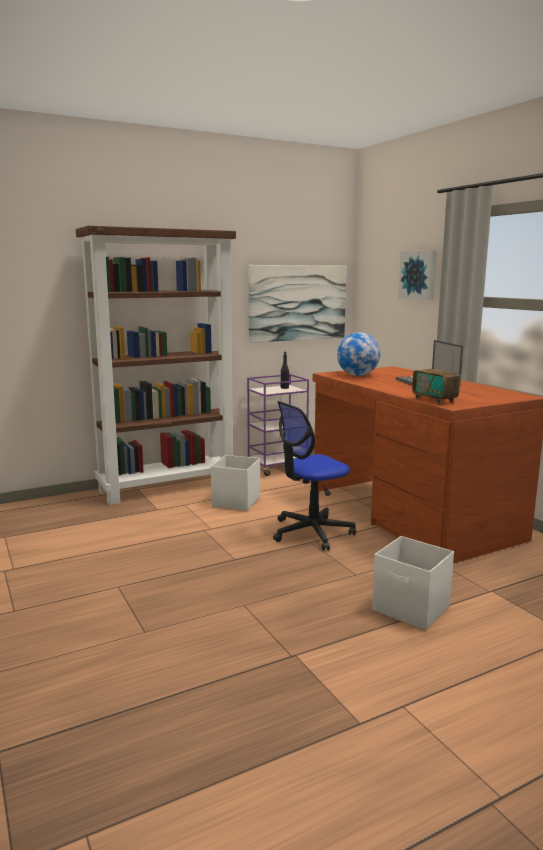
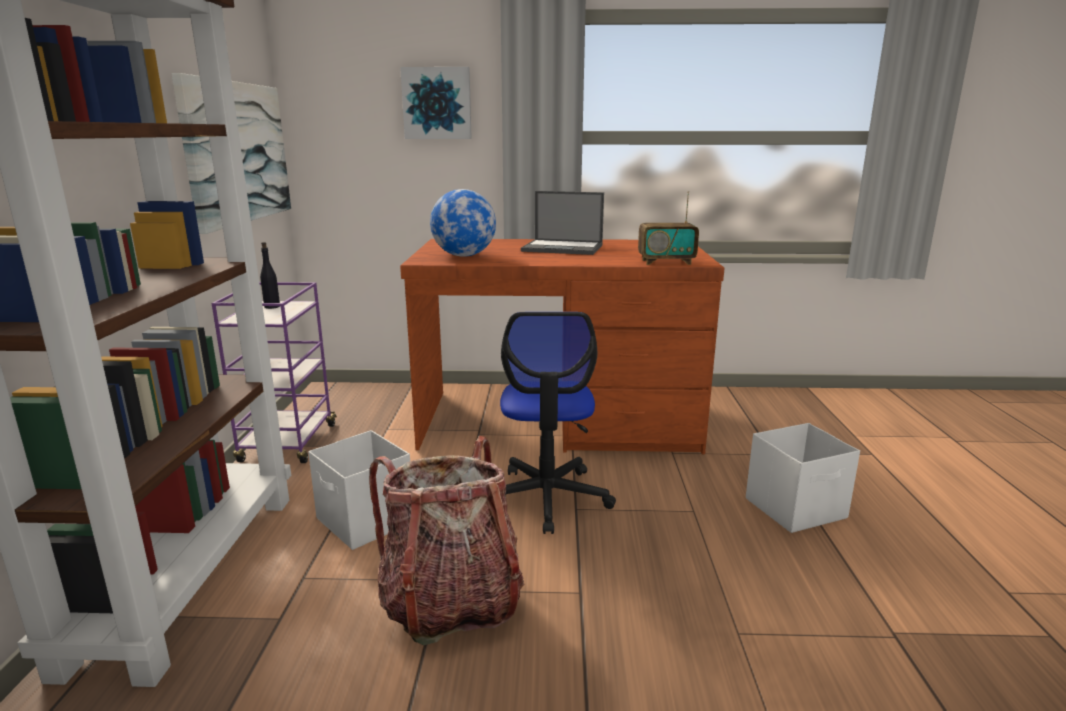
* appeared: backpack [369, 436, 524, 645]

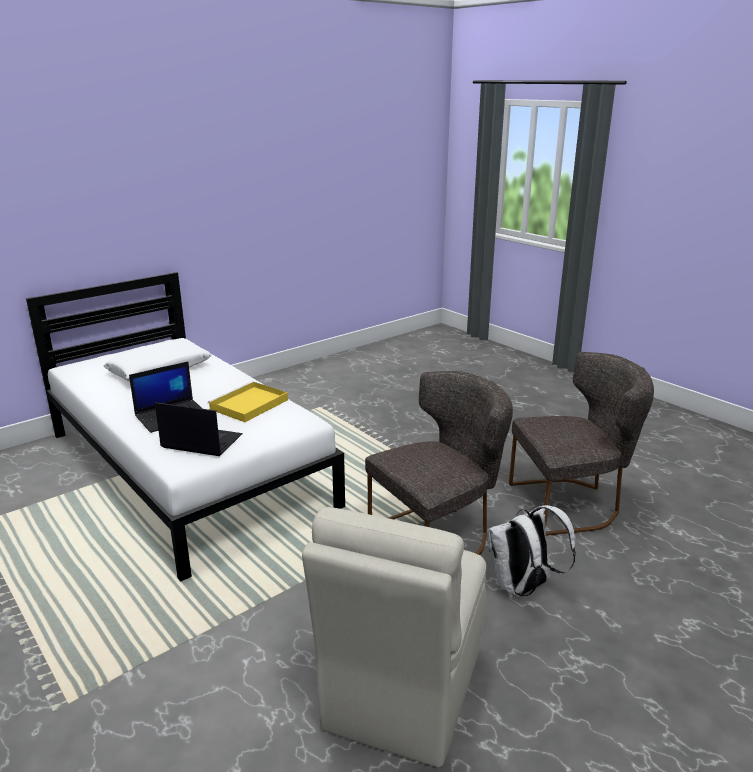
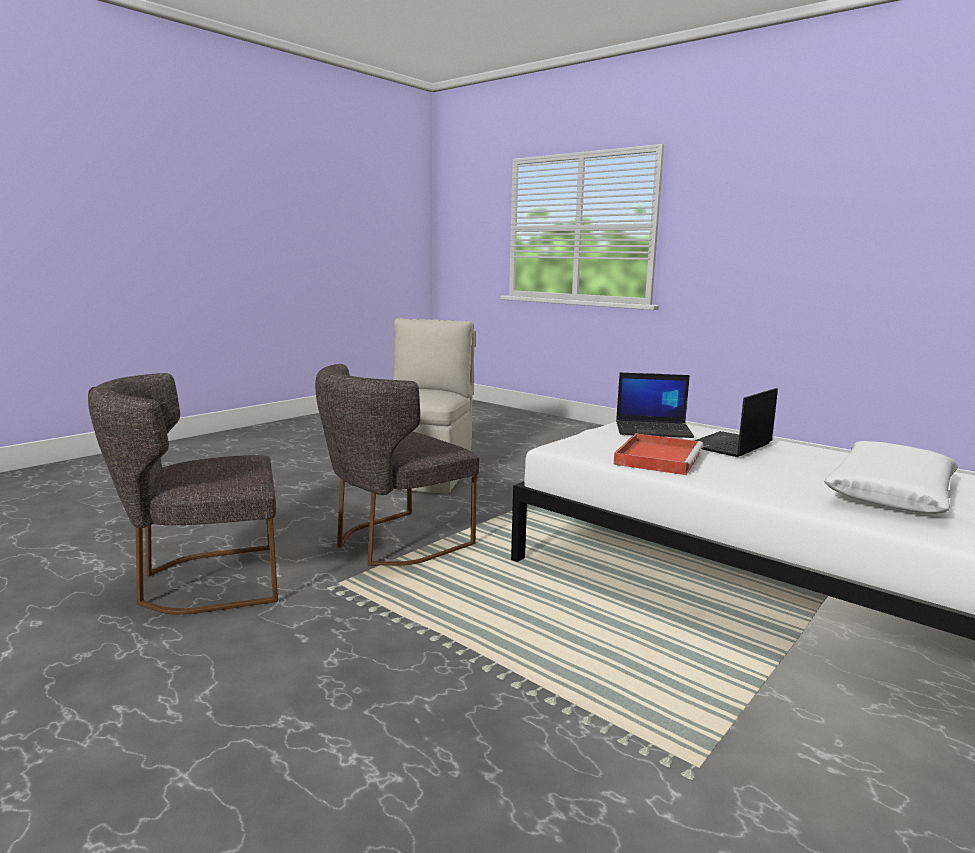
* colour: tray (yellow) [208, 381, 288, 422] to tray (red) [614, 433, 704, 475]
* missing: backpack (white) [487, 505, 576, 597]

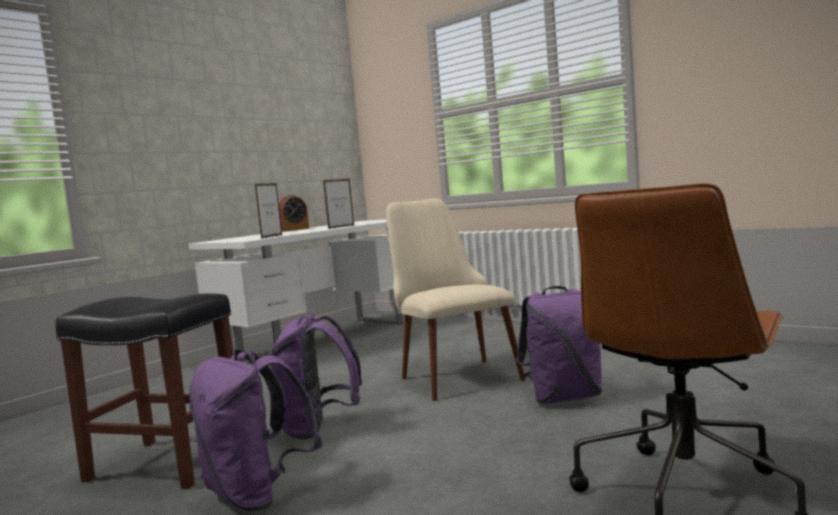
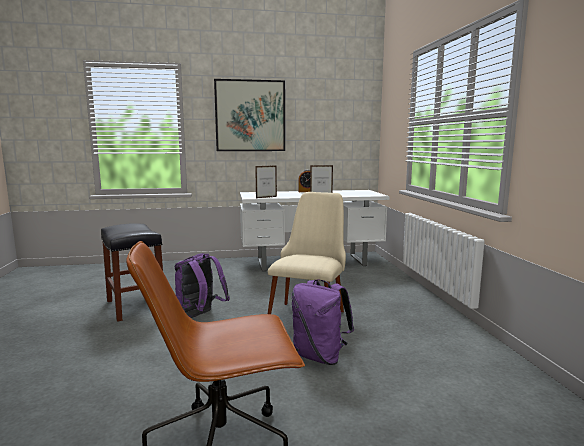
* missing: backpack (purple) [189, 349, 322, 511]
* appeared: picture [214, 79, 285, 151]

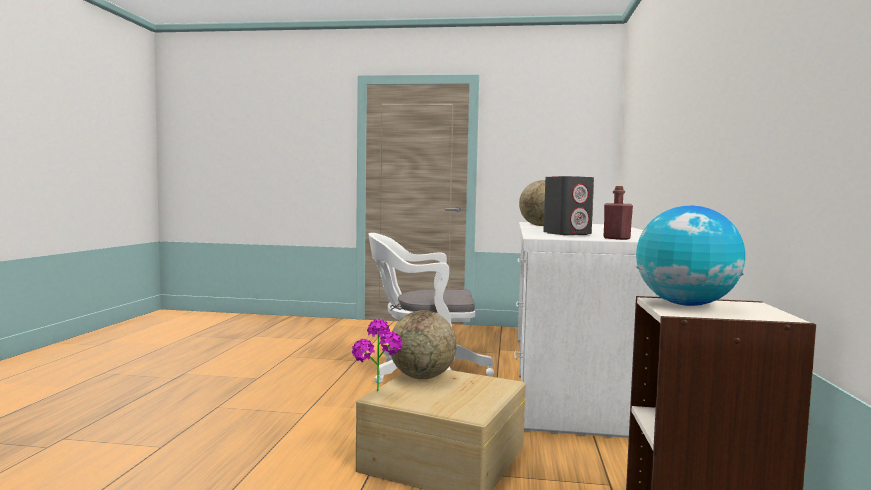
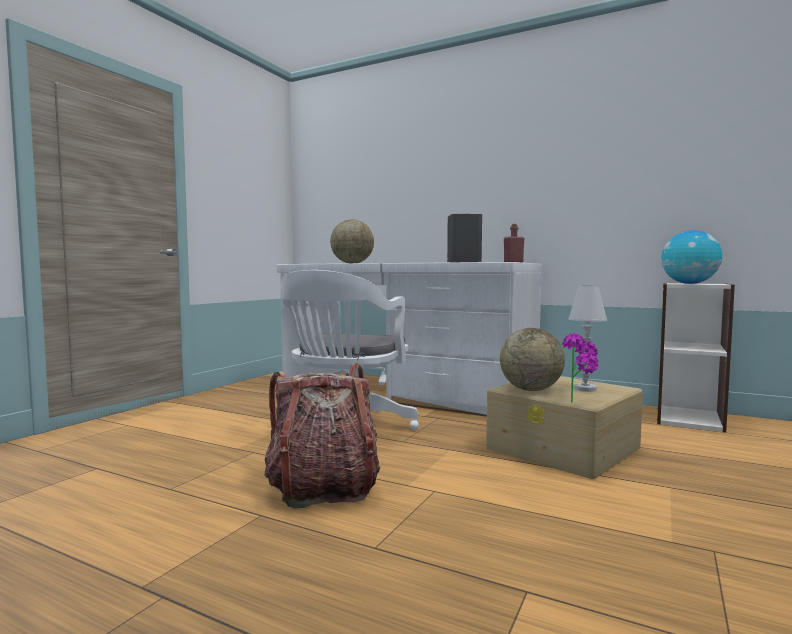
* appeared: table lamp (white) [568, 286, 607, 392]
* appeared: backpack [265, 363, 380, 509]

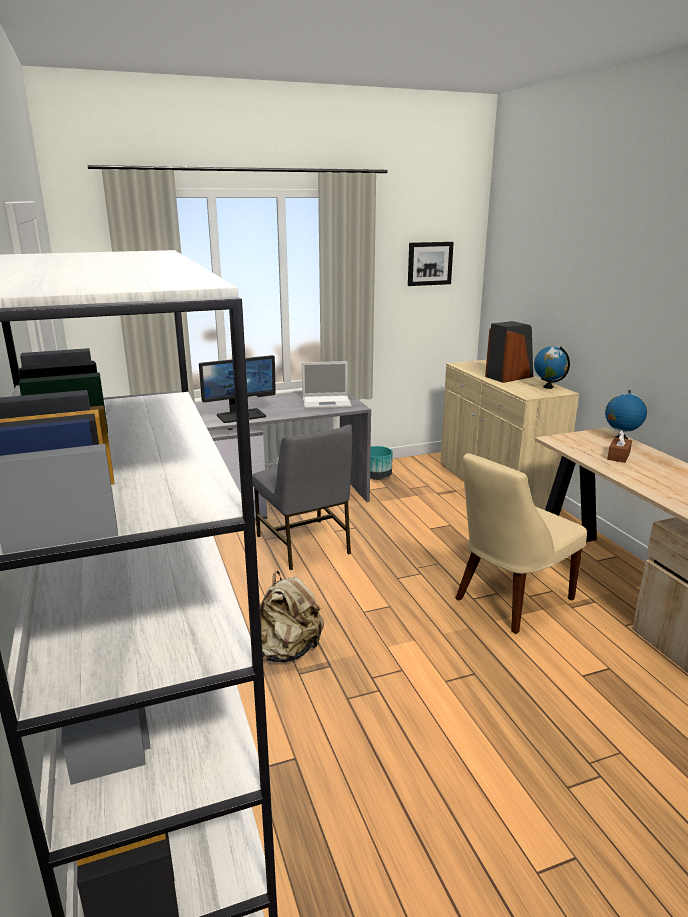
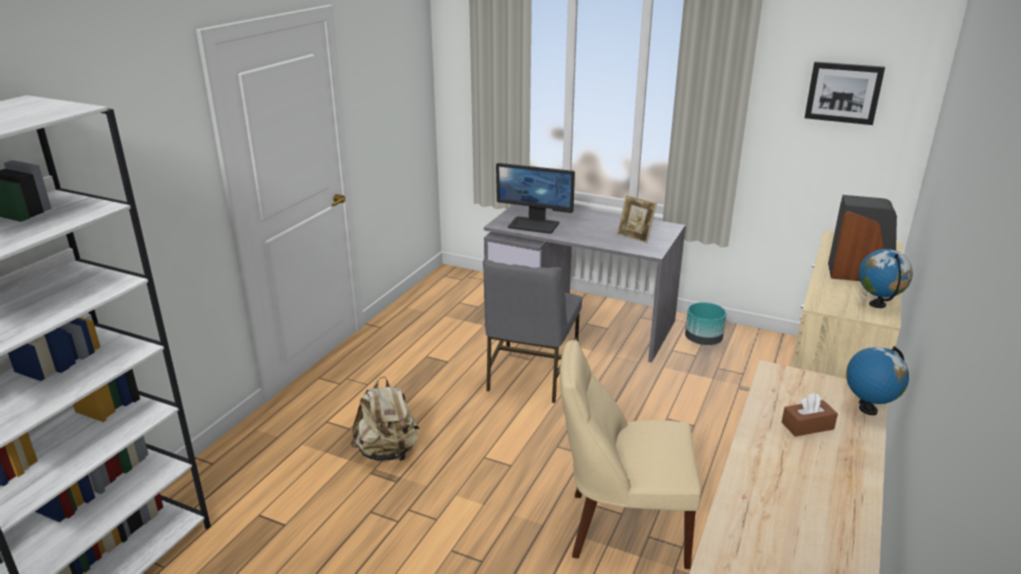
* exchanged: laptop [302, 361, 352, 409] to picture frame [617, 195, 657, 243]

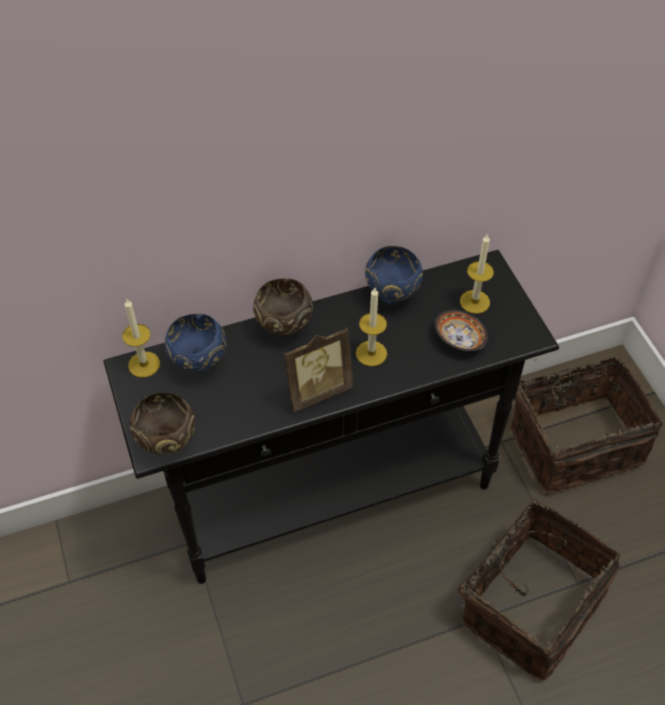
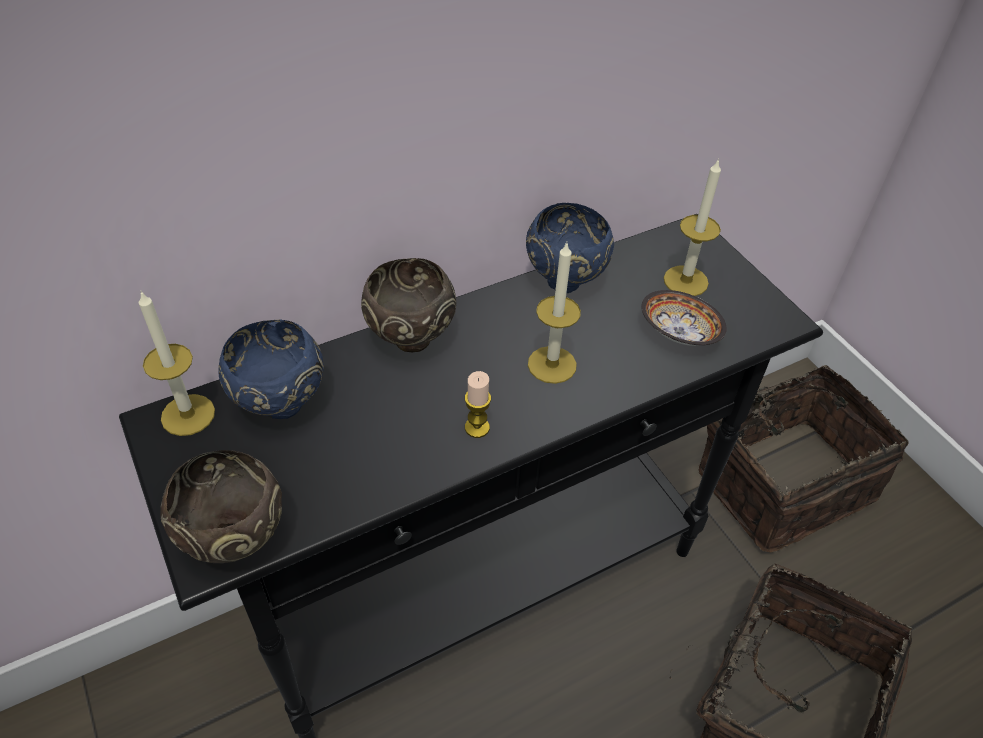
* exchanged: picture frame [283, 327, 353, 413] to candle [465, 371, 491, 438]

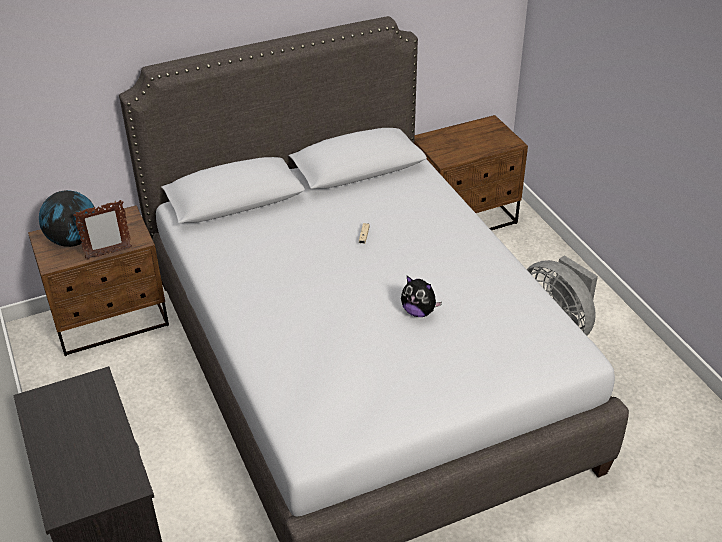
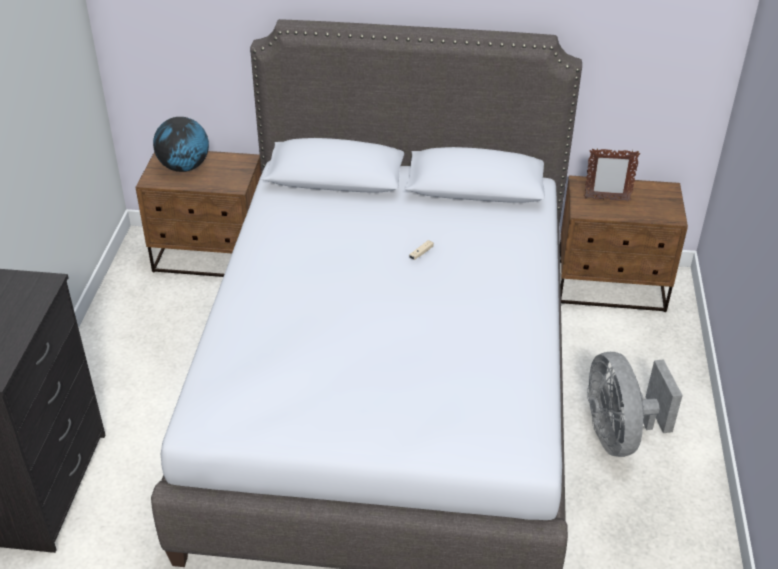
* relocated: picture frame [73, 200, 132, 259] to [584, 149, 640, 201]
* missing: plush toy [401, 276, 442, 317]

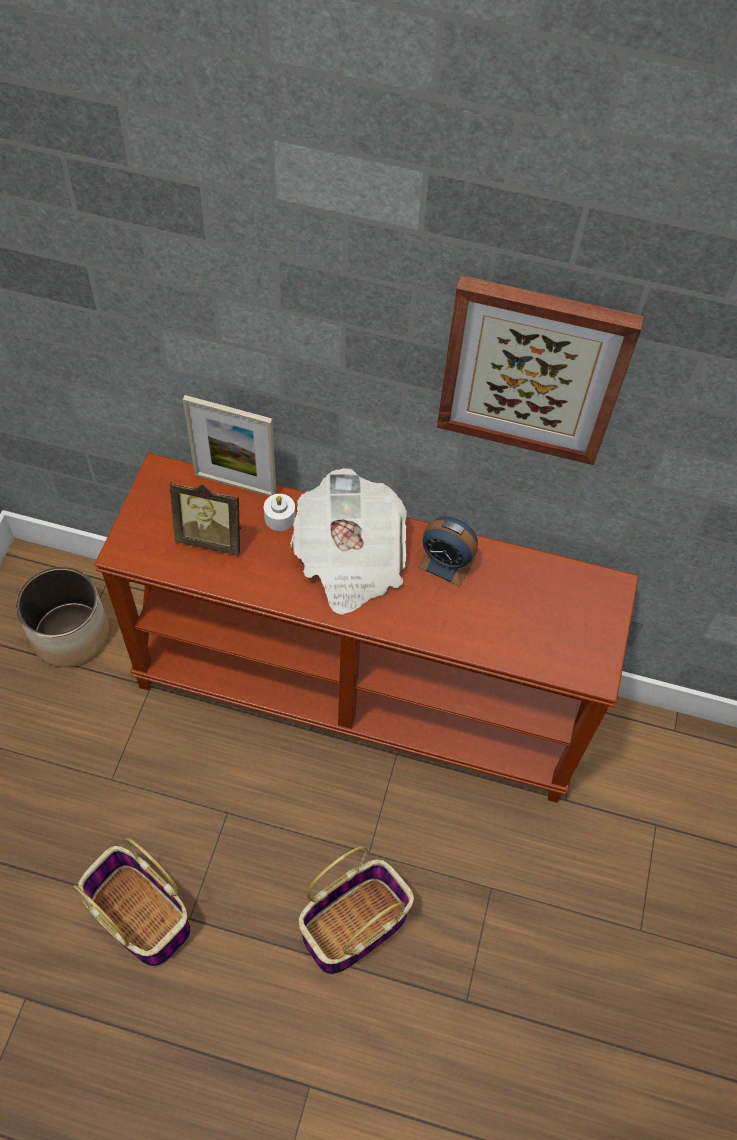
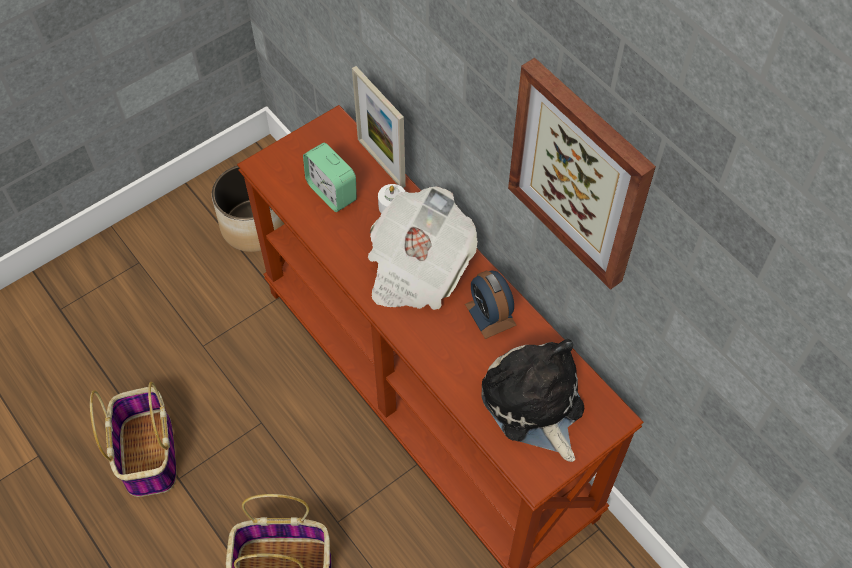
* exchanged: picture frame [170, 481, 241, 556] to alarm clock [303, 143, 357, 212]
* appeared: plush toy [481, 339, 584, 462]

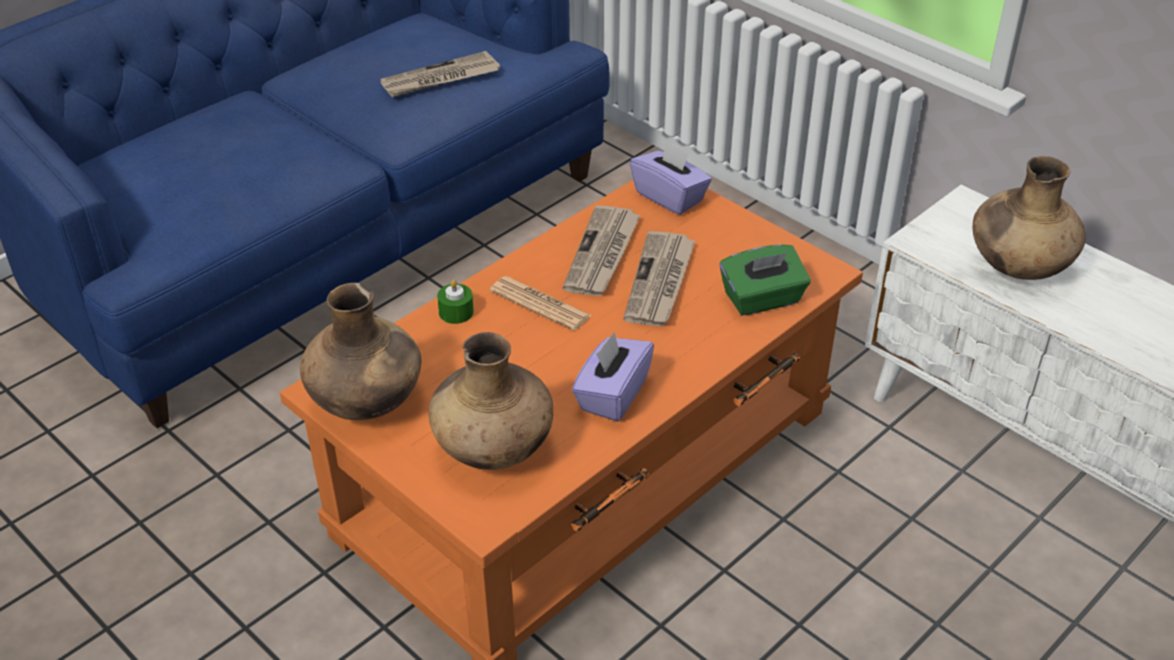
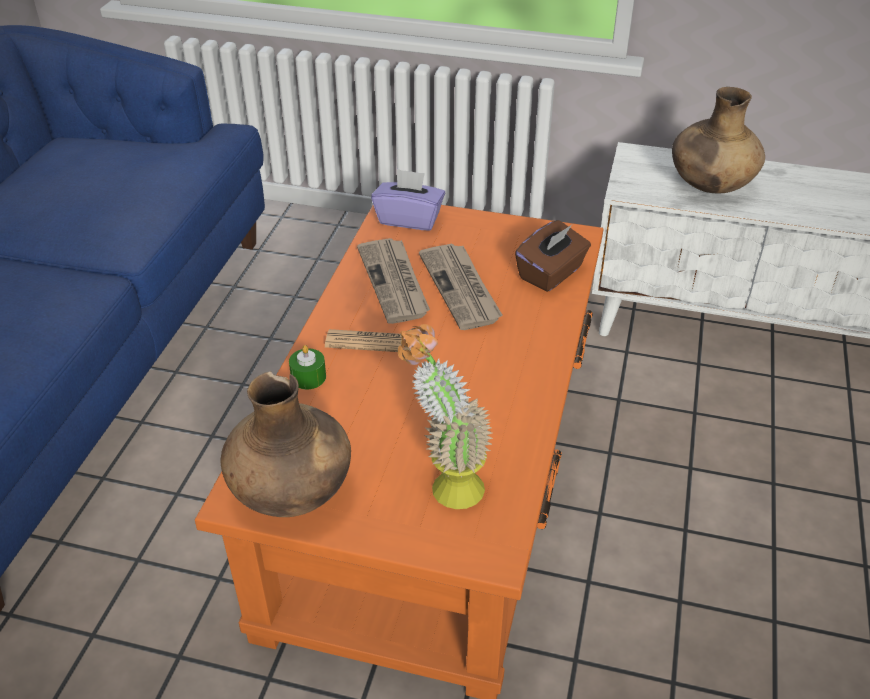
* missing: newspaper [380, 51, 500, 97]
* colour: tissue box (green) [720, 244, 811, 315] to tissue box (brown) [515, 220, 591, 292]
* exchanged: vase (brown) [429, 332, 553, 470] to potted plant [398, 324, 493, 509]
* missing: tissue box (purple) [572, 332, 654, 422]

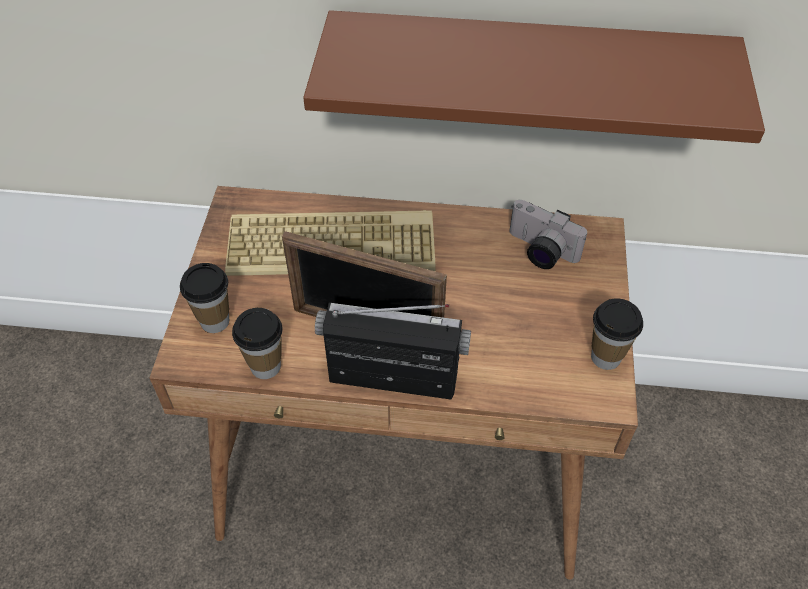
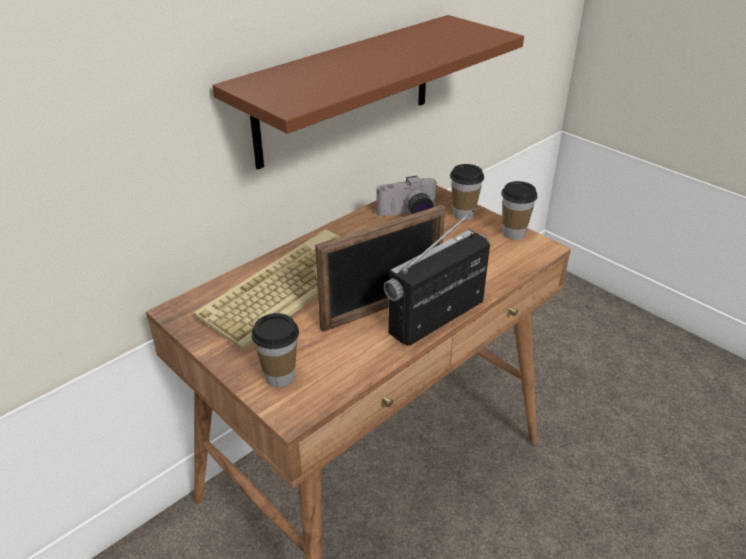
* relocated: cup [232, 308, 283, 379] to [450, 164, 484, 220]

